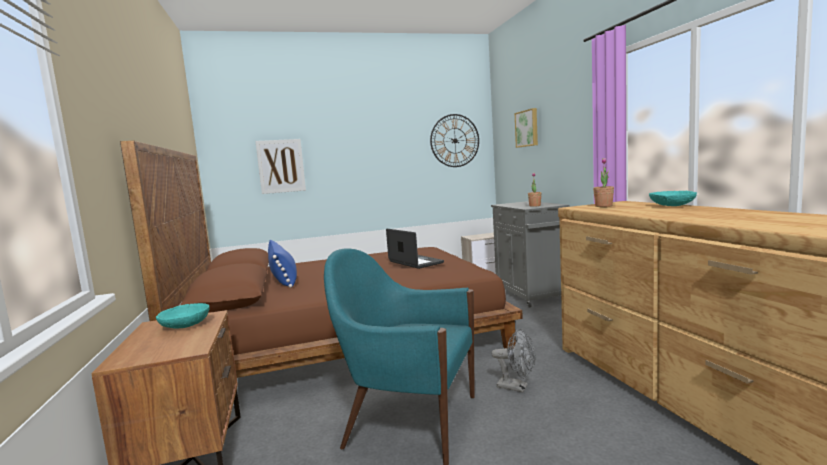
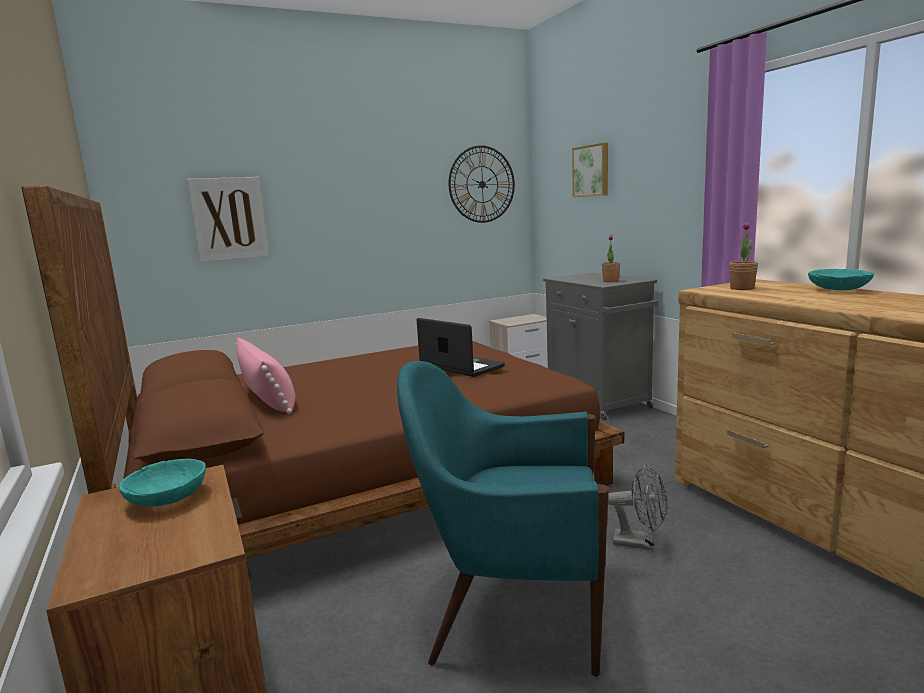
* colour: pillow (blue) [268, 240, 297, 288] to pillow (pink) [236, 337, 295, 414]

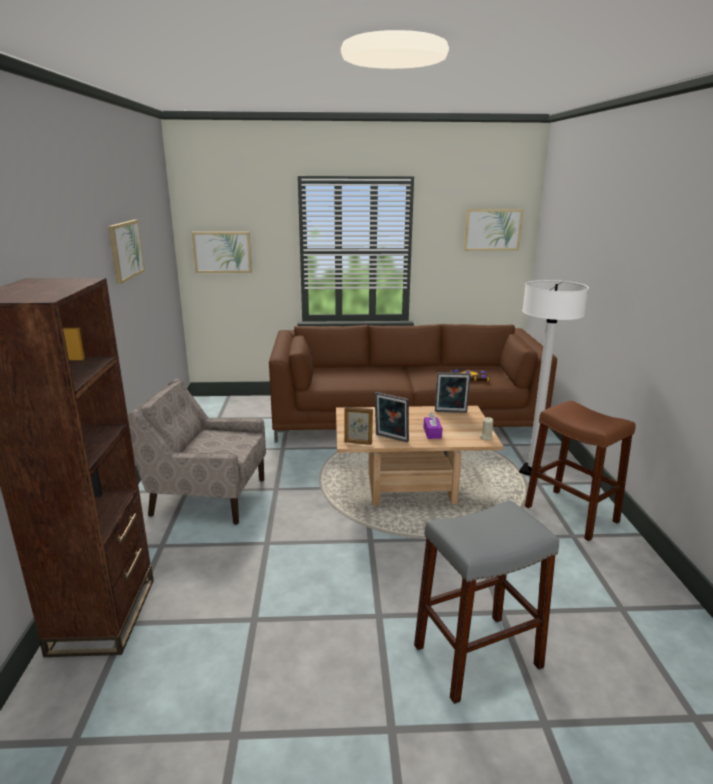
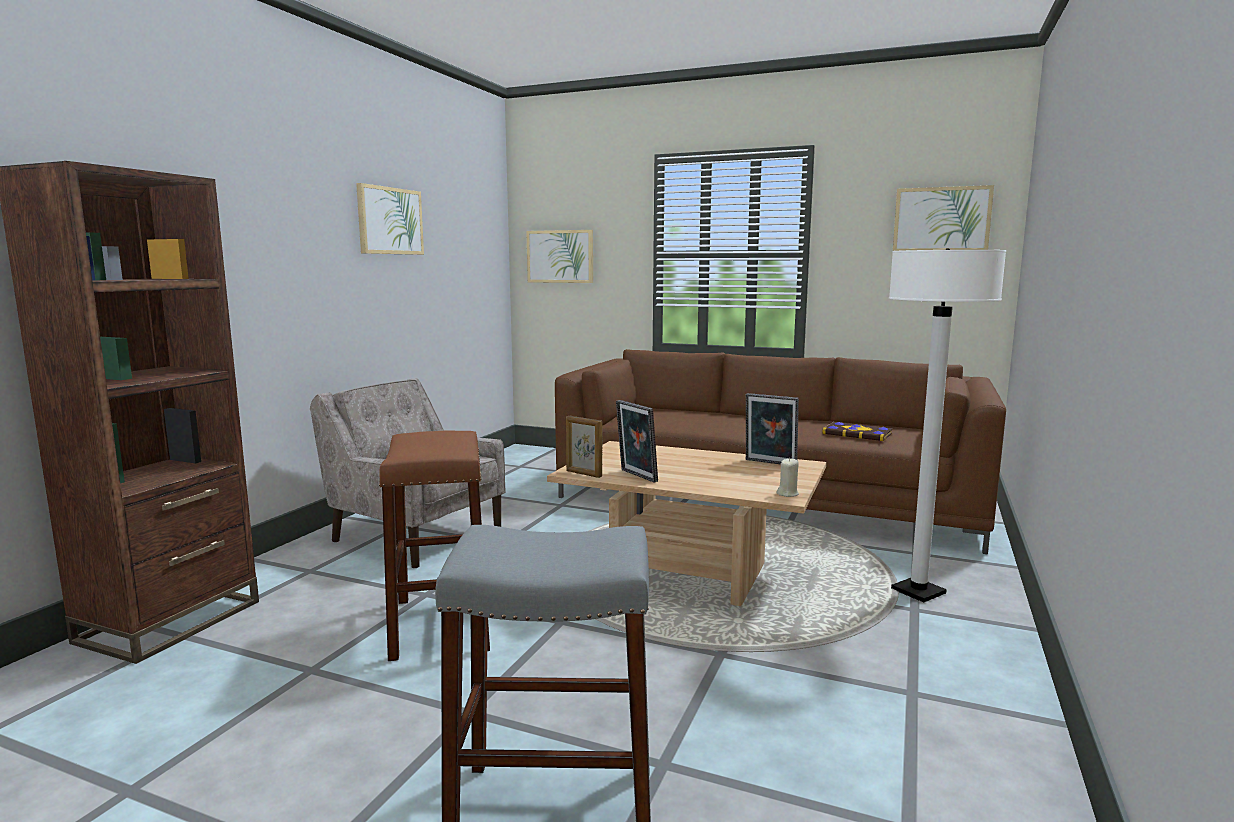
* relocated: stool (brown) [525, 401, 636, 541] to [379, 431, 490, 661]
* missing: tissue box (purple) [423, 412, 442, 439]

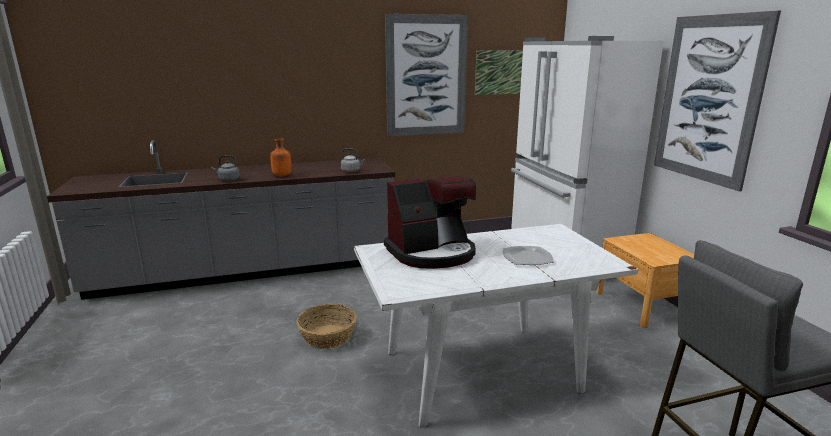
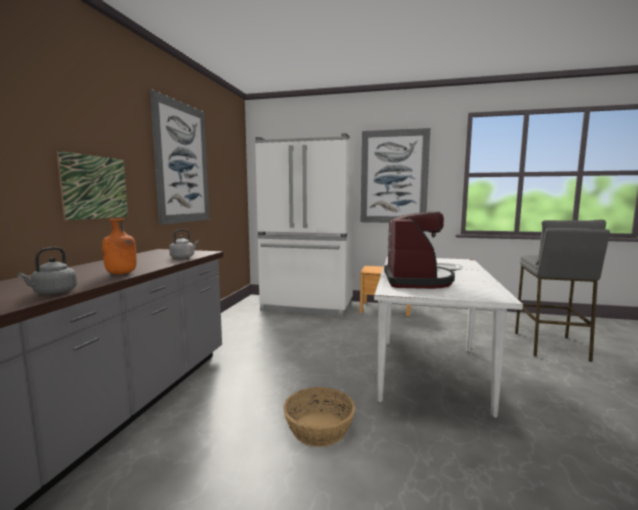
* relocated: picture [475, 50, 523, 95] to [57, 151, 128, 220]

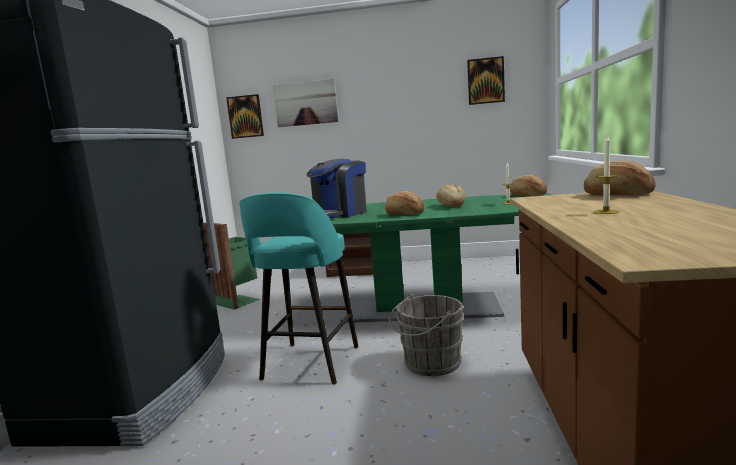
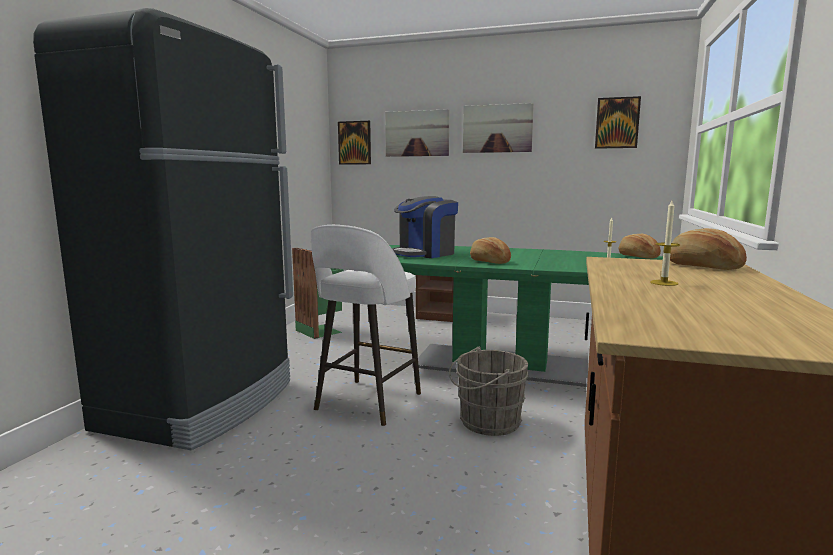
* missing: bread [436, 185, 465, 208]
* colour: stool (turquoise) [239, 192, 358, 385] to stool (white) [311, 225, 421, 426]
* appeared: picture [463, 103, 534, 153]

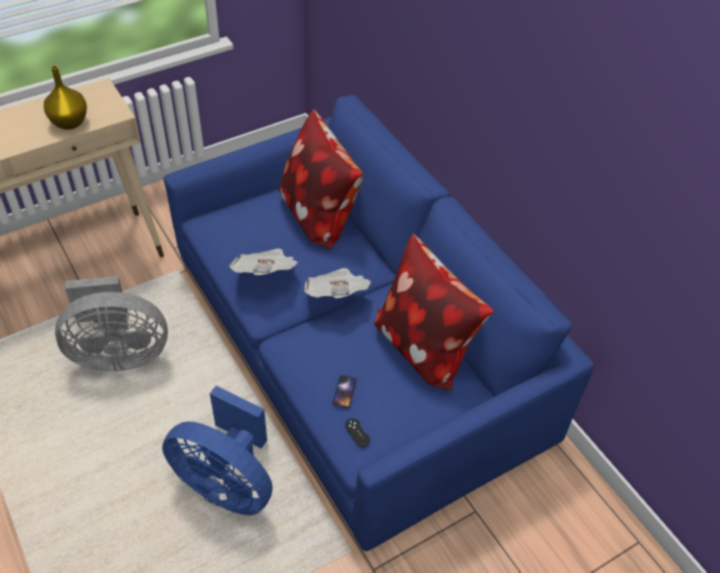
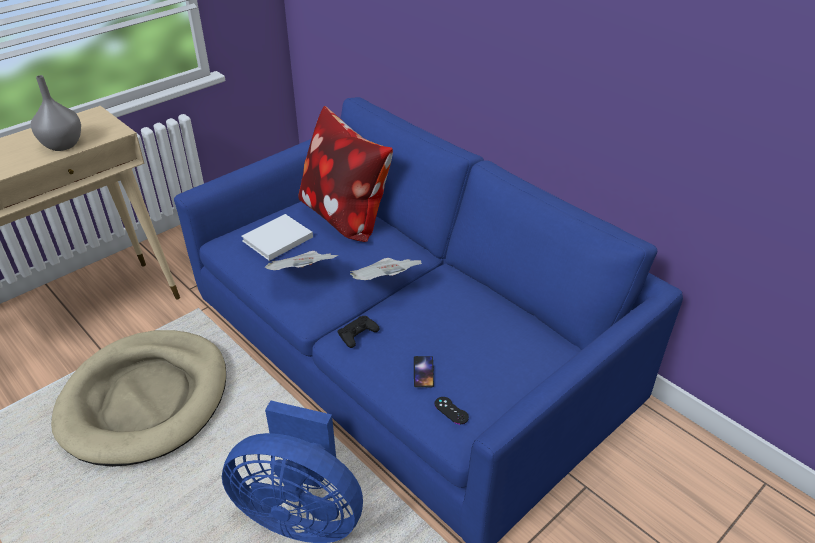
* colour: vase (yellow) [44, 65, 87, 130] to vase (grey) [31, 75, 81, 151]
* missing: pillow [374, 234, 494, 390]
* exchanged: fan (grey) [55, 276, 168, 371] to dog bed (beige) [51, 330, 226, 467]
* appeared: book (white) [242, 214, 313, 261]
* appeared: game controller (black) [337, 316, 380, 348]

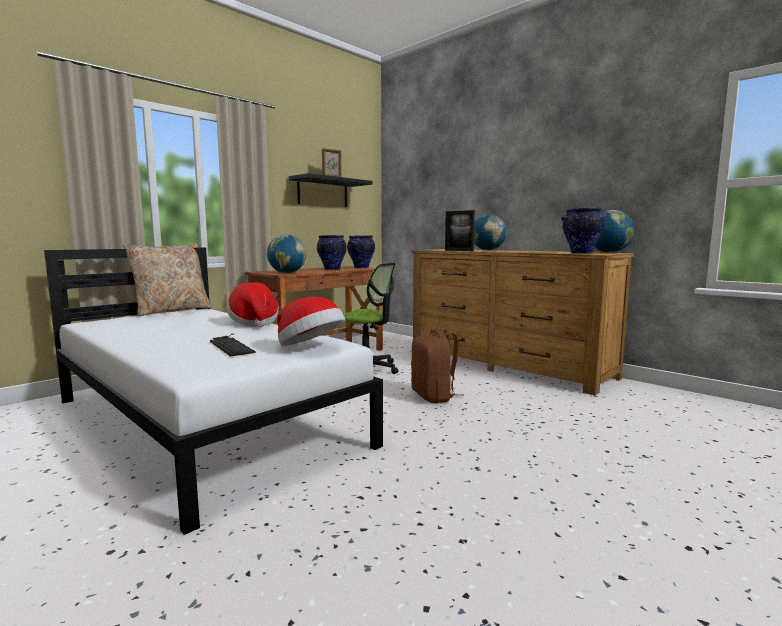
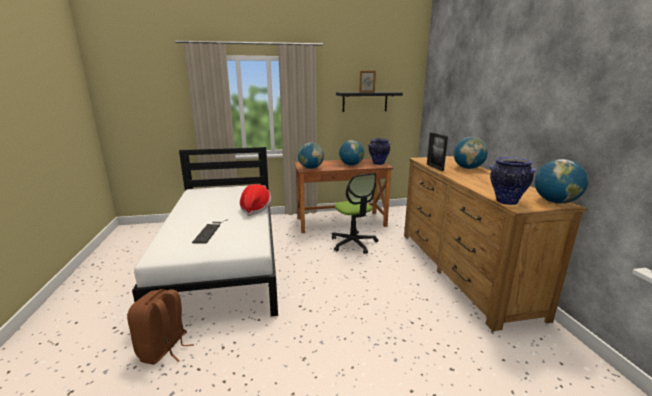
* exchanged: vase [317, 235, 347, 270] to globe [339, 140, 364, 165]
* missing: pillow (beige) [123, 243, 212, 316]
* missing: hat [277, 297, 346, 346]
* relocated: backpack (brown) [411, 328, 464, 403] to [127, 289, 194, 365]

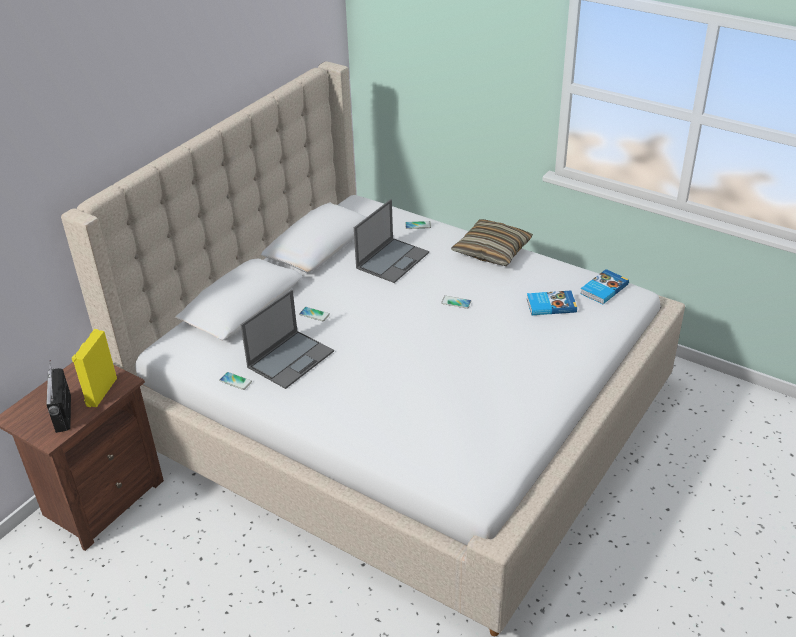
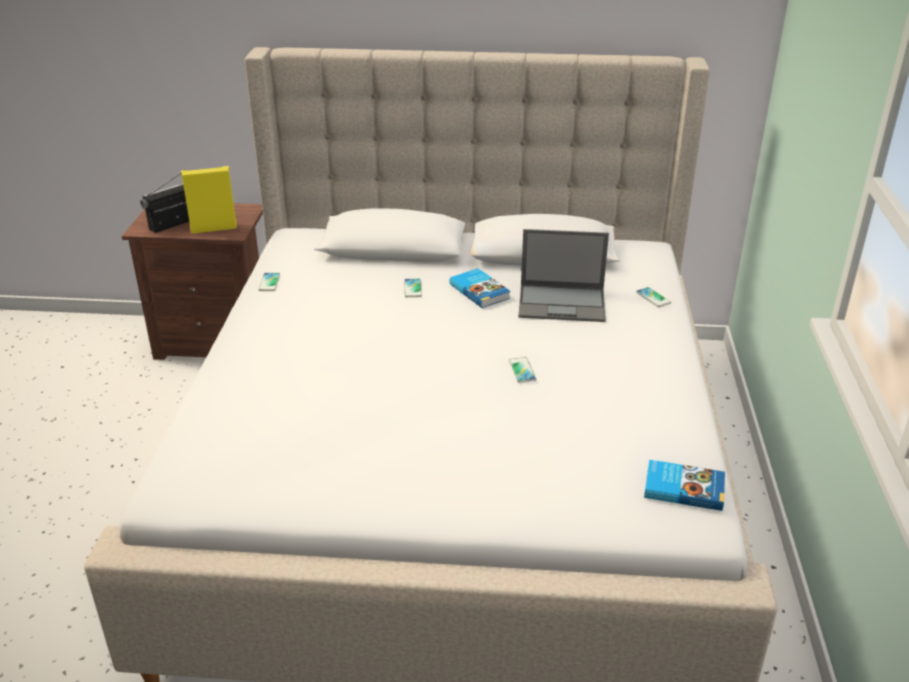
* missing: pillow [451, 219, 533, 266]
* missing: laptop [240, 289, 334, 389]
* relocated: book [527, 290, 577, 315] to [450, 268, 510, 308]

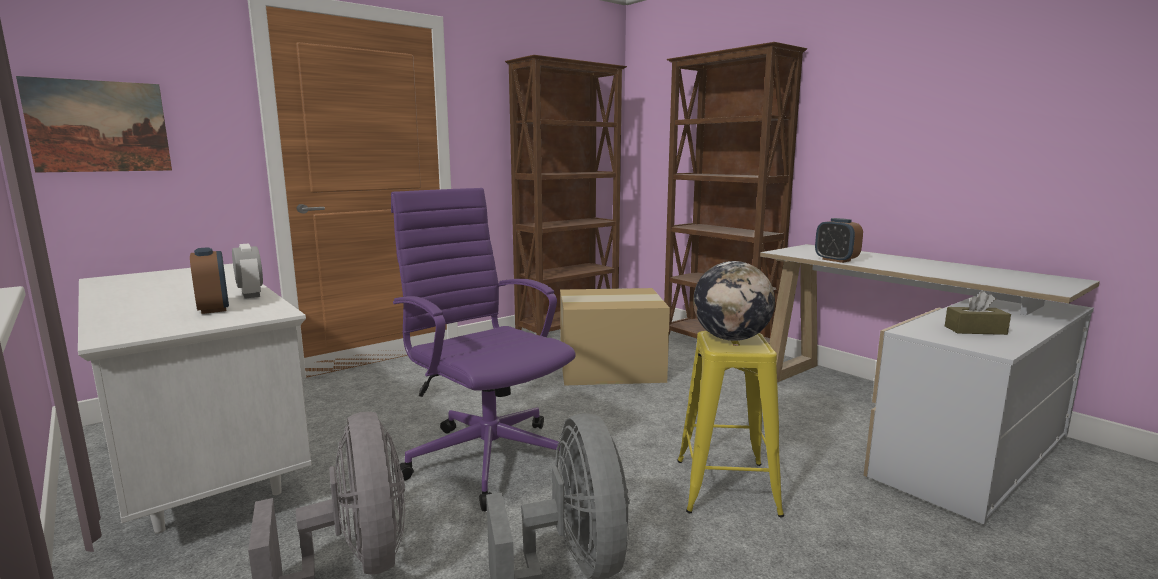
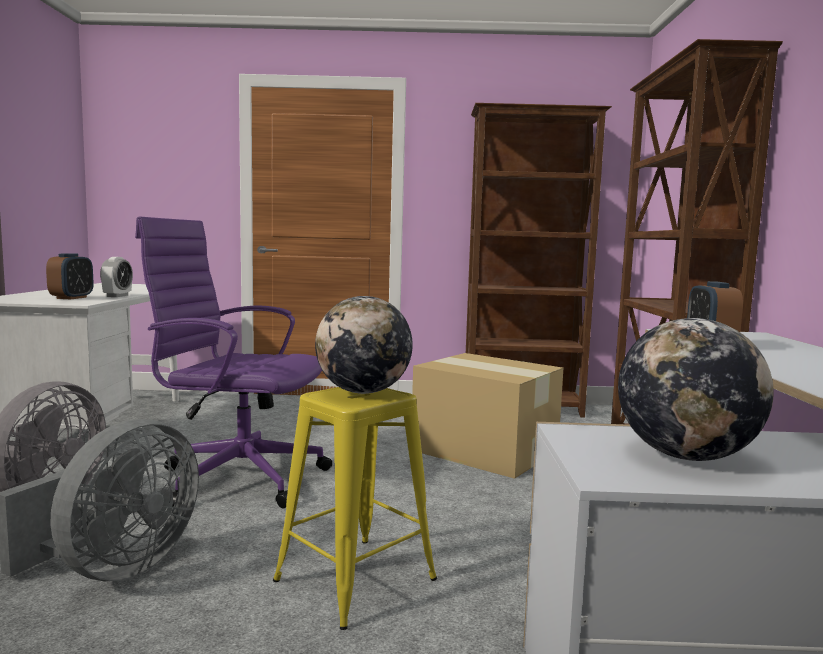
* missing: picture [16, 76, 172, 173]
* spun: office chair (purple) [391, 188, 576, 511] = [135, 217, 332, 508] 75 degrees counterclockwise
* exchanged: tissue box (brown) [945, 291, 1011, 335] to globe [618, 318, 774, 461]

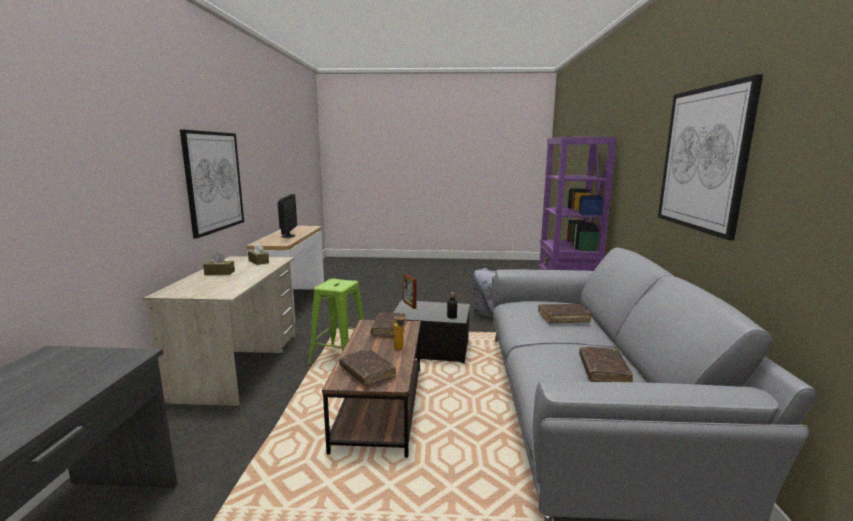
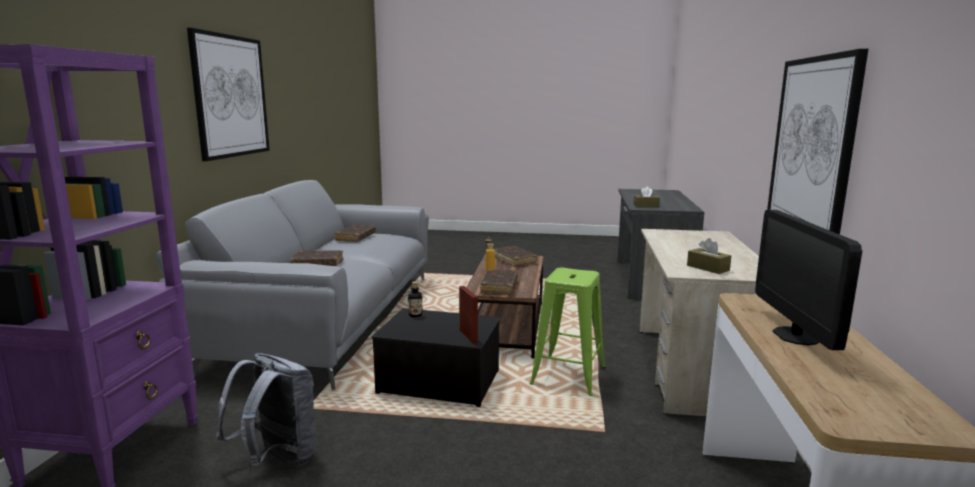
* relocated: tissue box (brown) [203, 252, 235, 275] to [634, 186, 660, 207]

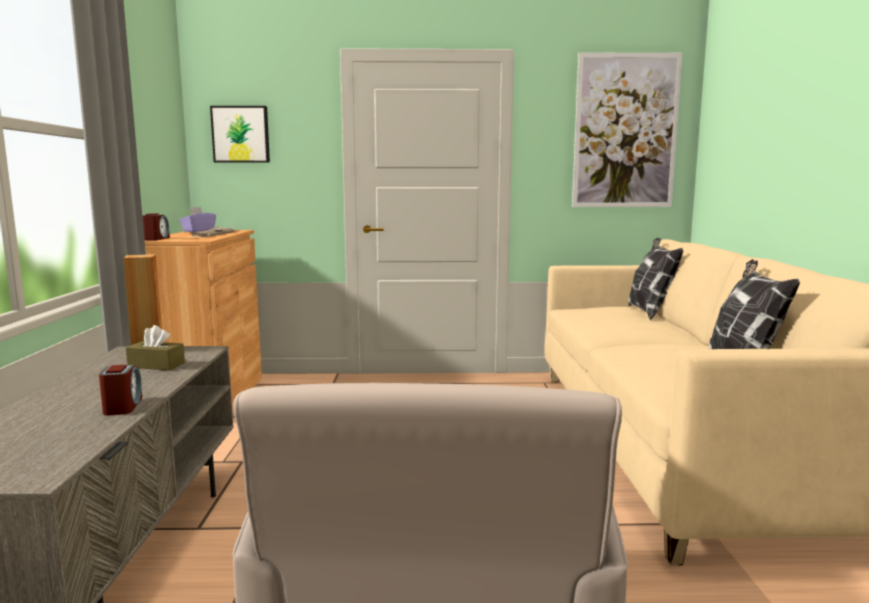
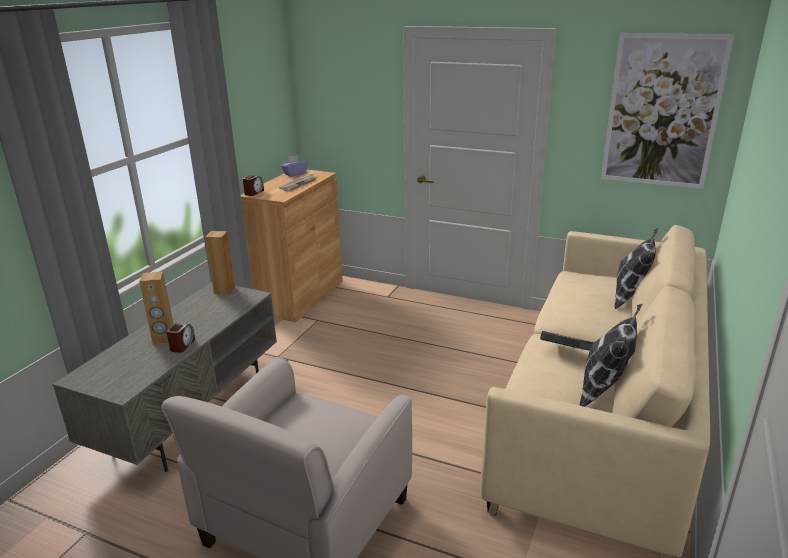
* missing: picture [210, 106, 270, 163]
* missing: tissue box (brown) [126, 325, 185, 370]
* appeared: speaker (brown) [139, 272, 174, 344]
* appeared: book [540, 331, 594, 351]

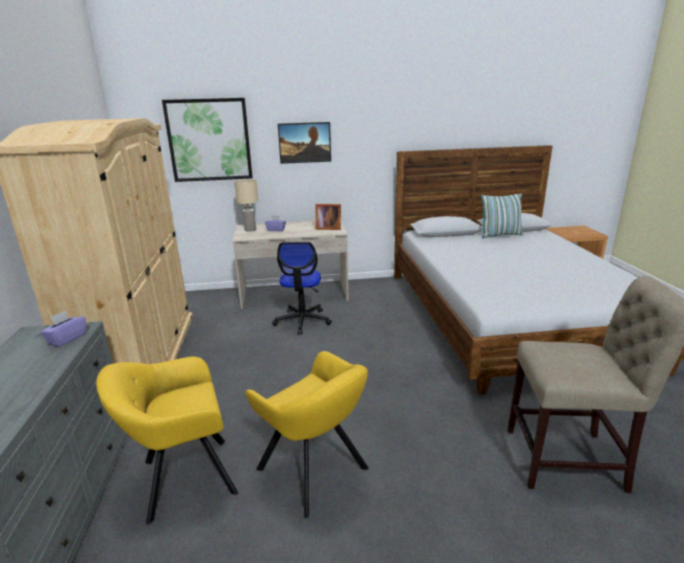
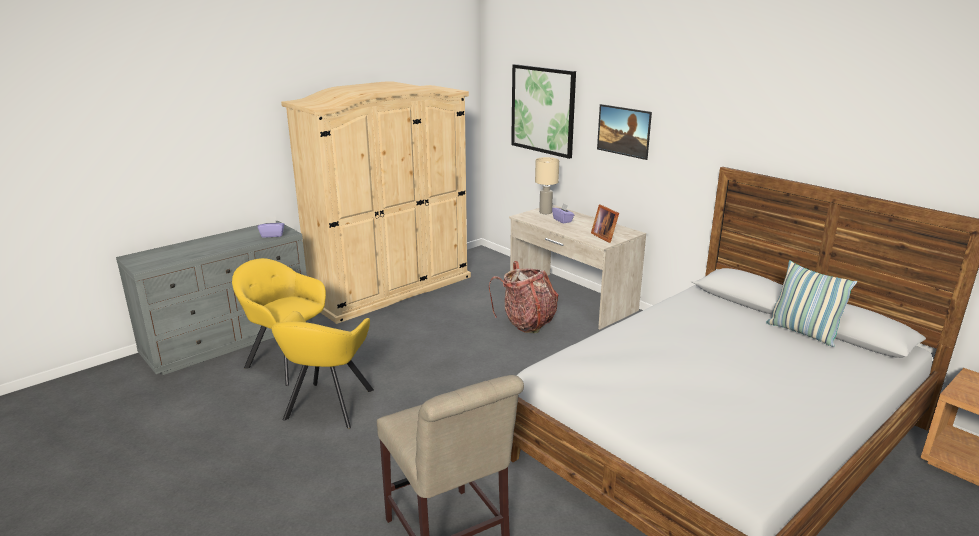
* exchanged: office chair [272, 242, 332, 335] to backpack [489, 261, 559, 333]

